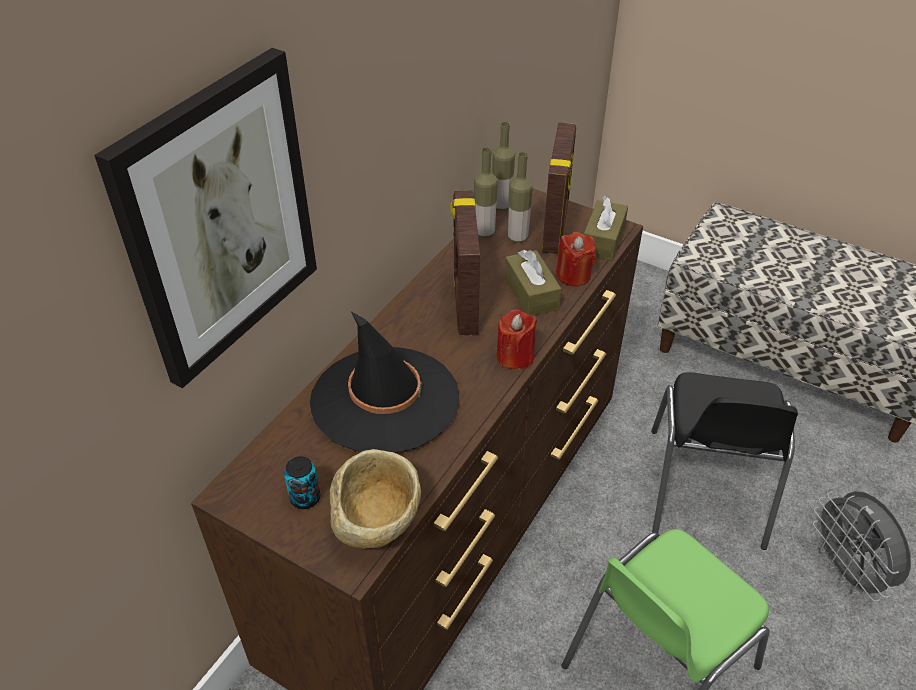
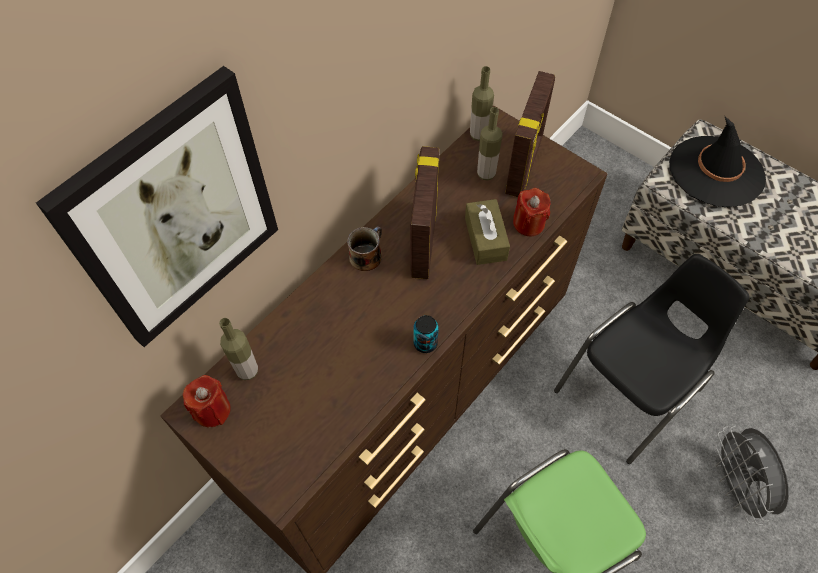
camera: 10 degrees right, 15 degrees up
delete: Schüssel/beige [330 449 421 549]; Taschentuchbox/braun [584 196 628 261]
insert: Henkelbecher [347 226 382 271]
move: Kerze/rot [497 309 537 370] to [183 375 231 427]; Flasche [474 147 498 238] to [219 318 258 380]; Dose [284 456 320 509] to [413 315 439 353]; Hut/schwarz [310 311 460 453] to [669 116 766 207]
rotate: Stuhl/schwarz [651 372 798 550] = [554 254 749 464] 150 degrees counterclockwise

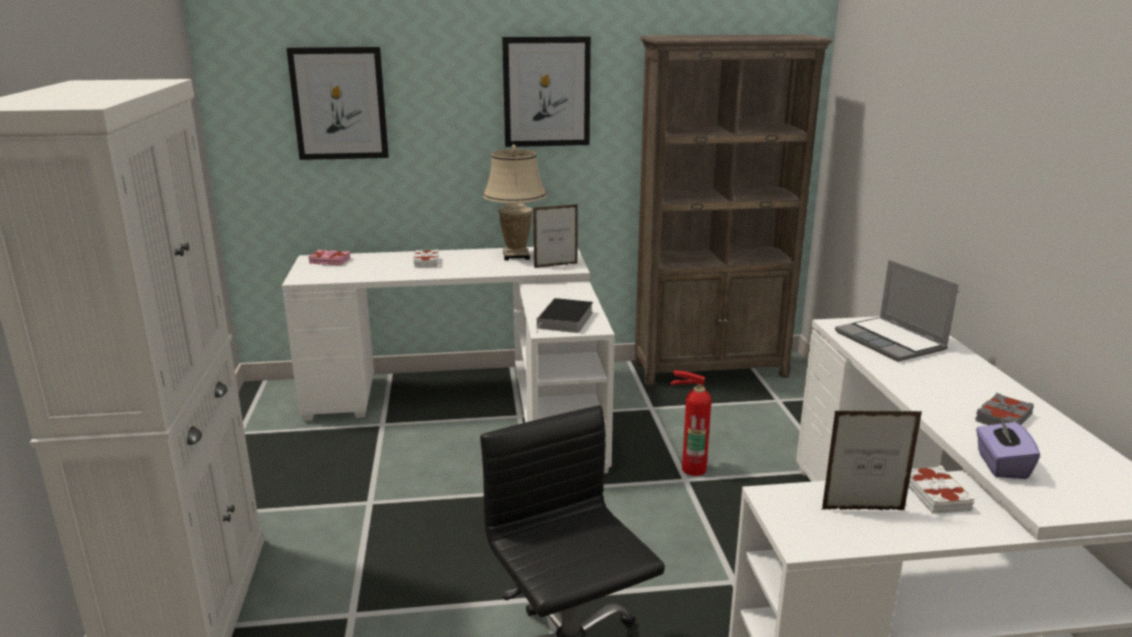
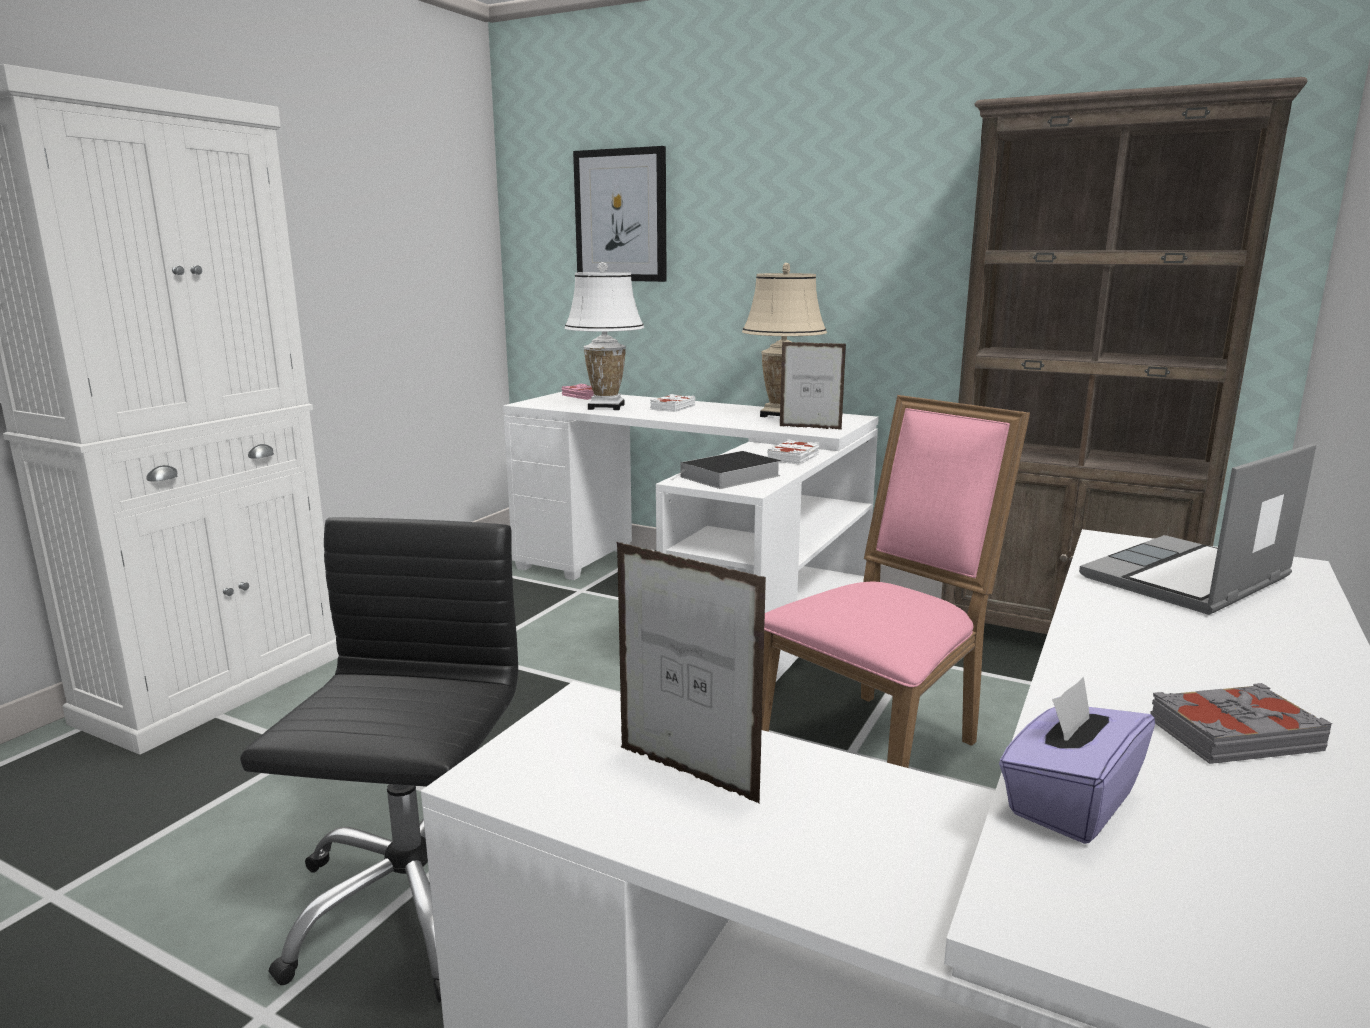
camera: 35 degrees right, 5 degrees down
delete: Bild [502 36 591 147]
insert: Tischlampe/weiß [564 262 644 410]
move: Buch/weiß [909 465 974 514] to [767 440 819 465]
replace: Feuerlöscher [671 370 711 476] to Stuhl/rosa [762 395 1030 768]
rotate: Laptop [835 260 959 362] = [1079 443 1316 615] 45 degrees clockwise

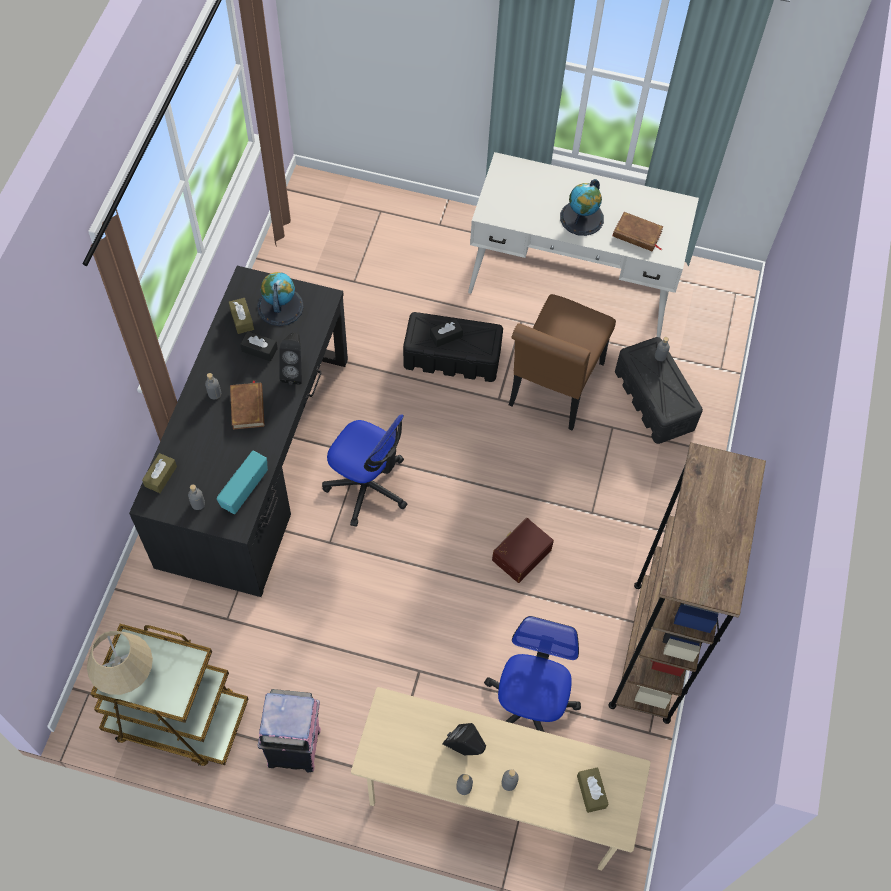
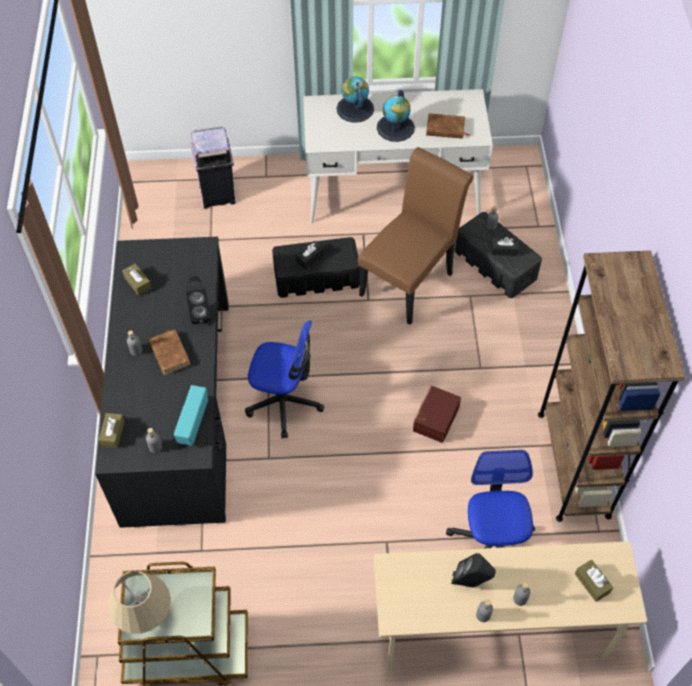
camera: 15 degrees left, 5 degrees down
move: Mülleimer/rosa [258 689 321 773] to [191 127 236 209]; Globus [257 272 304 326] to [336 76 374 123]; Taschentuchbox/schwarz [240 331 278 361] to [491 237 519 256]
rotate: Stuhl/braun [509 294 616 430] = [357 147 474 325] 150 degrees counterclockwise

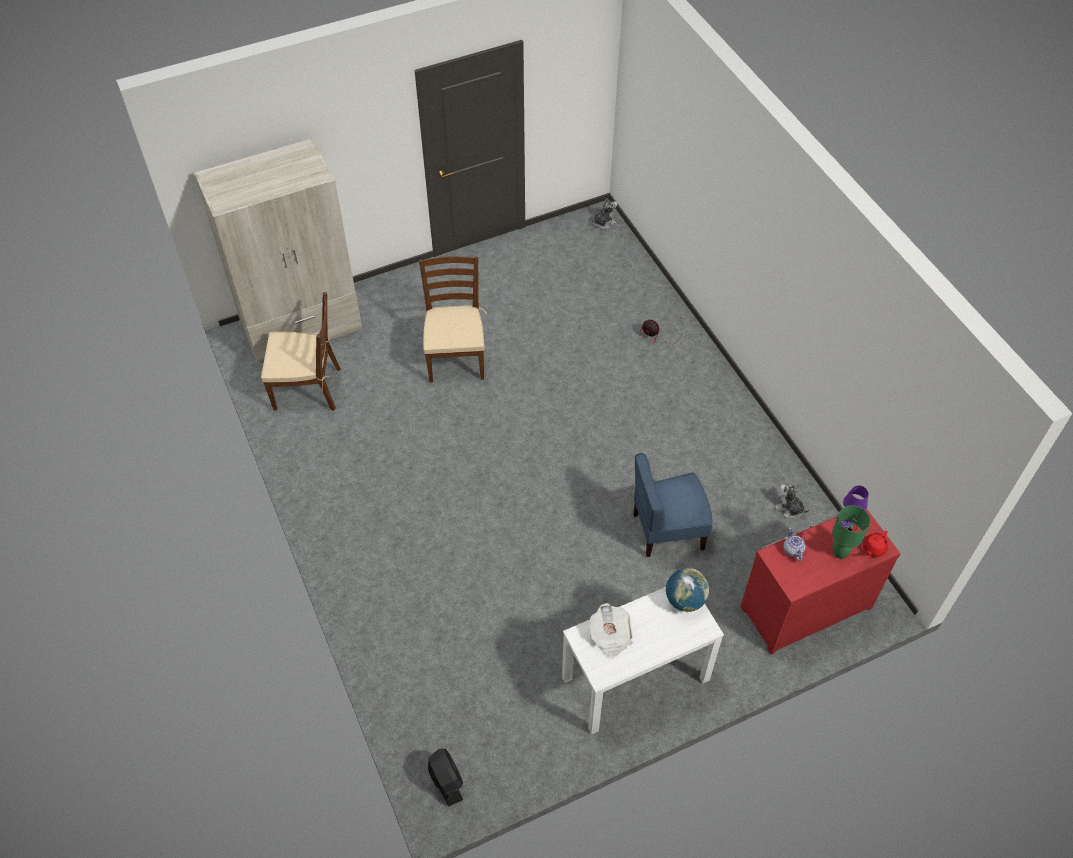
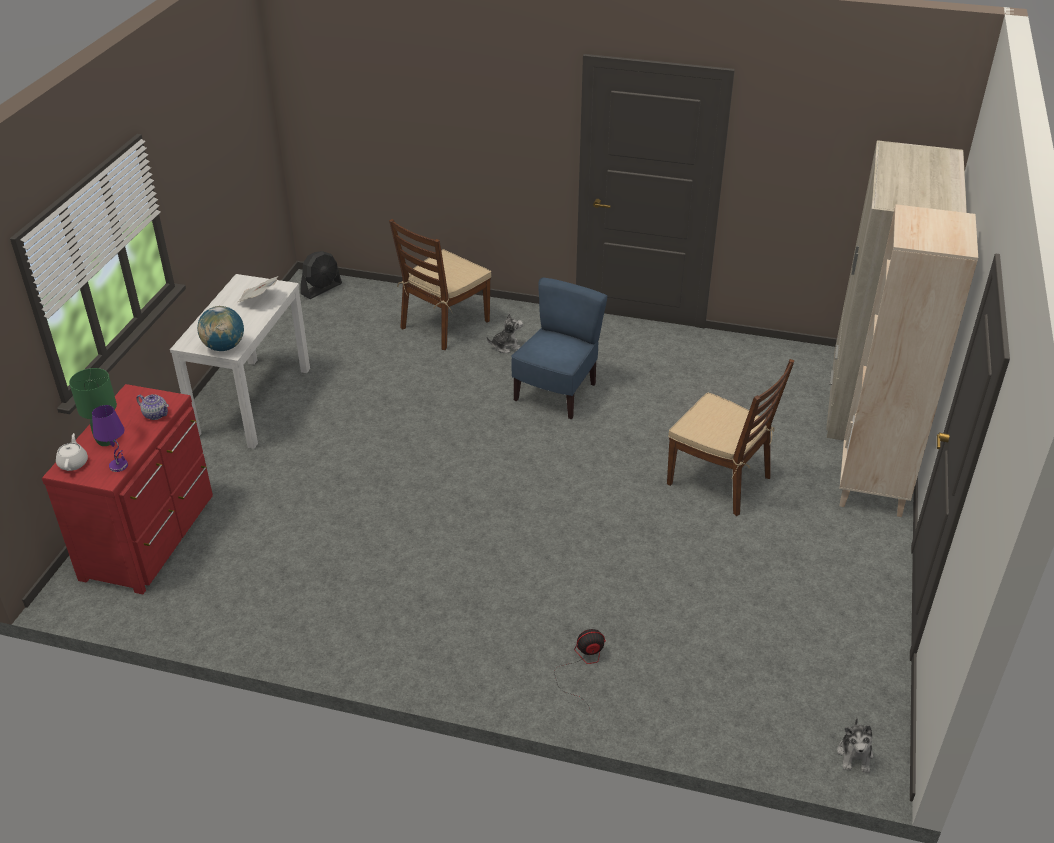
camera: 130 degrees right, 15 degrees down
insert: Bücherregal/beige [840 204 978 517]
move: Stuhl/braun [261 292 341 411] to [389 219 491 350]; Plüschtier [775 482 809 518] to [487 313 523 353]; Stuhl/blau [633 453 713 557] to [511 278 607 419]
recolor: Teekanne/rot [863 530 888 557] to Teekanne/weiß [56 433 88 471]
rotate: Ventilator/schwarz [428 749 463 807] = [300 251 342 299] 60 degrees counterclockwise

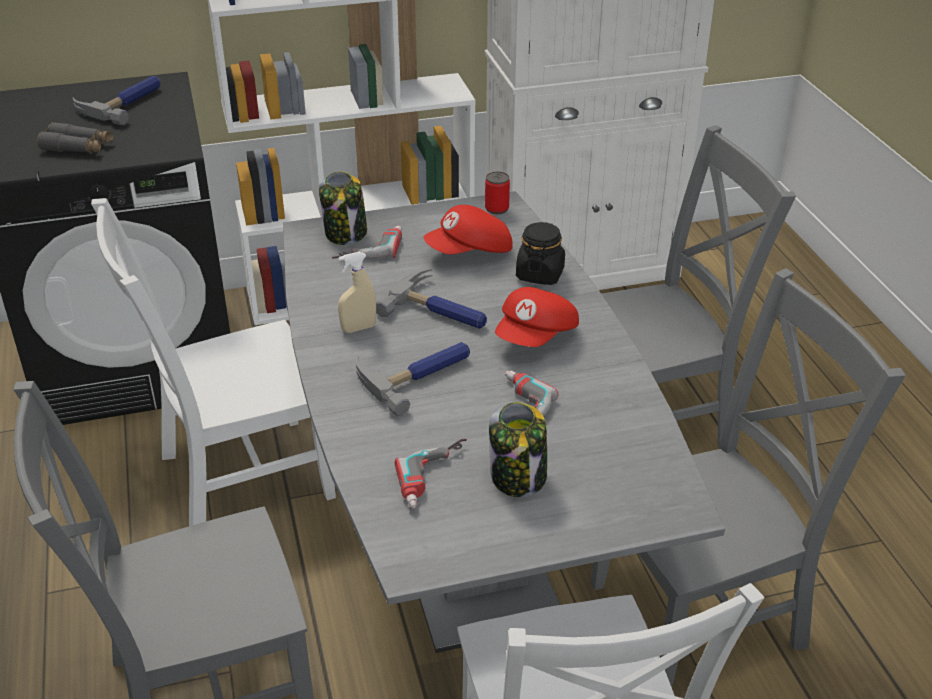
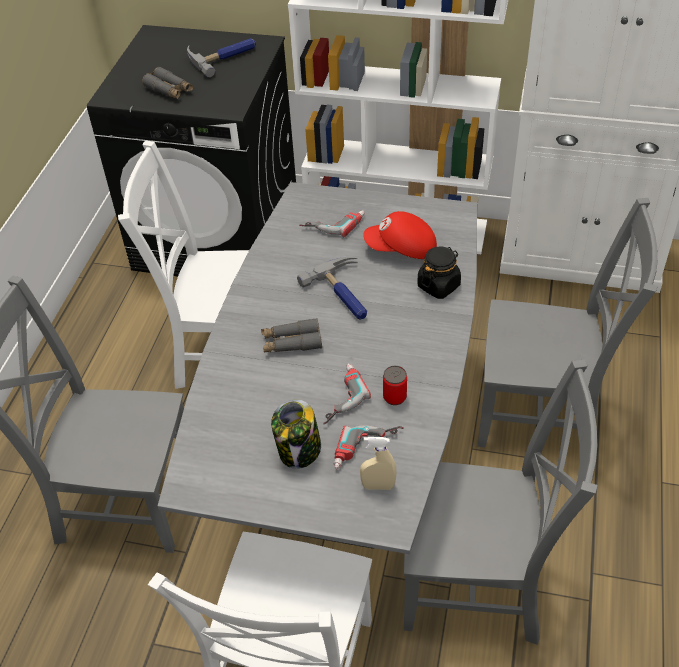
camera: 30 degrees right, 10 degrees up
delete: Vorratsglas [319 171 367 245]; Kappe/rot [495 287 579 347]
move: Bohrmaschine [395 439 467 509] to [334 425 404 469]; Sprühflasche/beige [338 252 376 333] to [360 437 397 490]; Dose [485 171 510 214] to [383 366 407 405]
replace: Hammer [356 342 470 416] to Fernglas/grau [261 318 322 352]

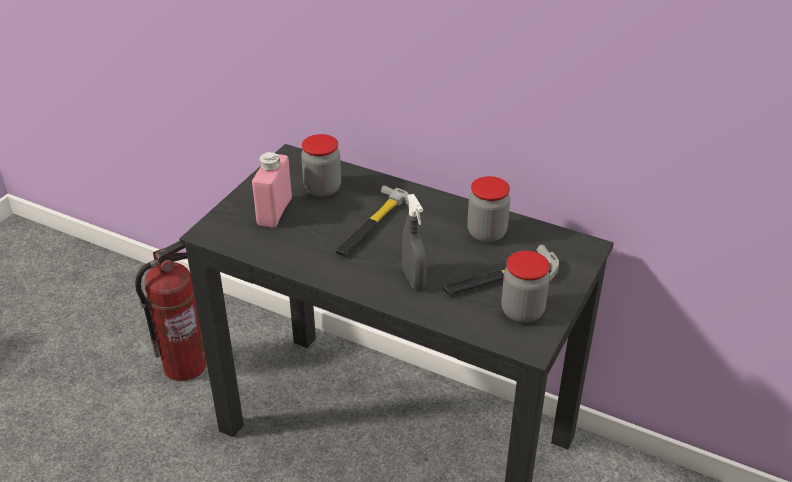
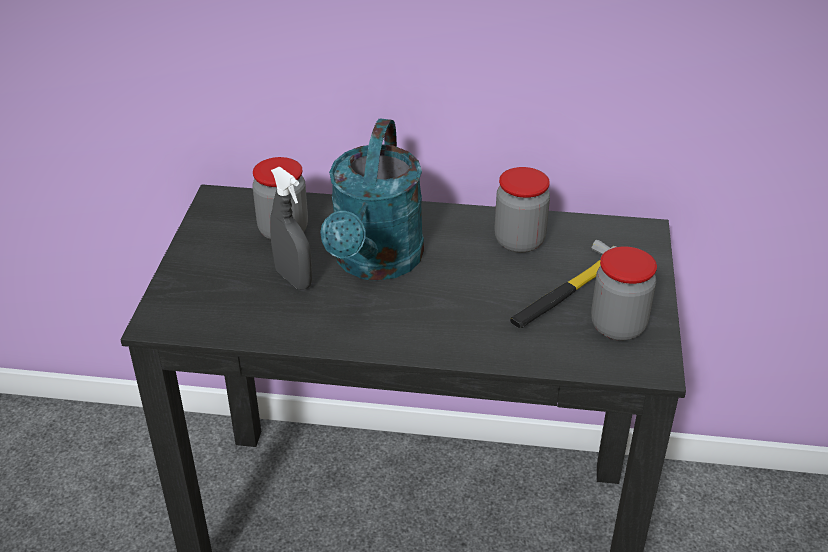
camera: 20 degrees left, 0 degrees up
delete: Feuerlöscher [135 241 207 381]; Flasche/rosa [252 152 292 228]
move: Sprühflasche/grau [402 194 427 290] to [270 166 312 290]
replace: Hammer [335 185 409 256] to Gießkanne/türkis [320 119 424 281]

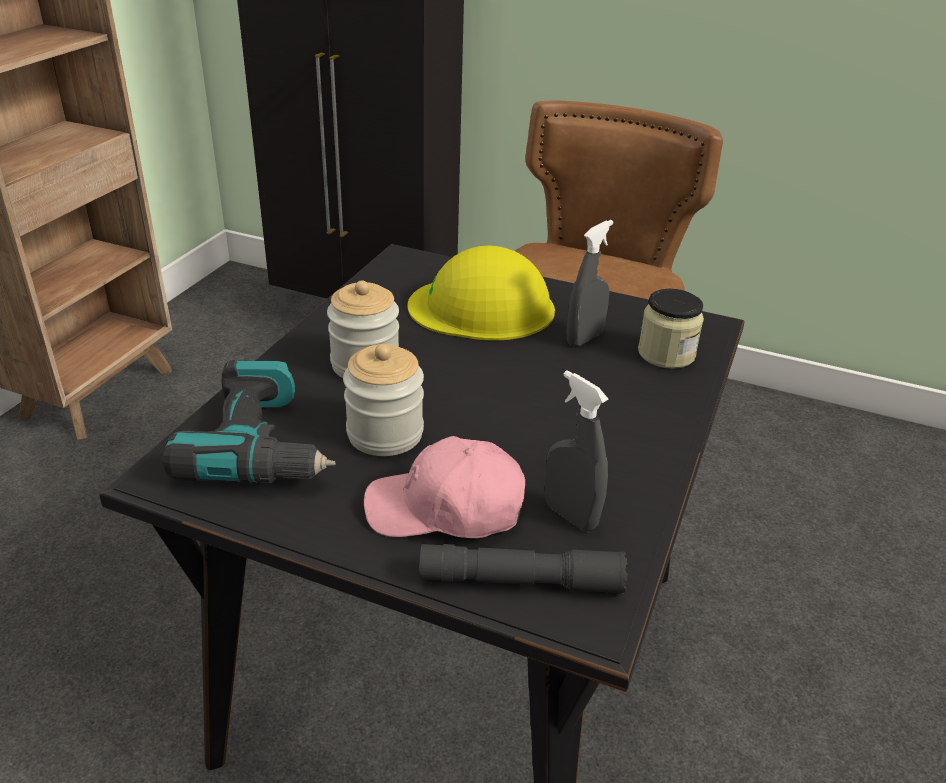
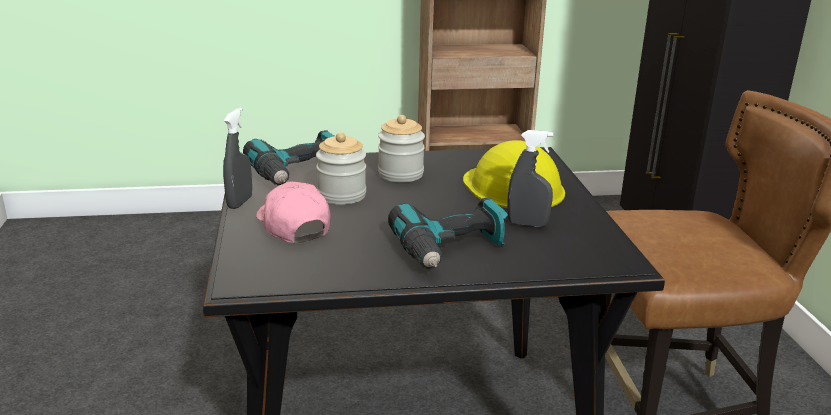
camera: 60 degrees right, 10 degrees down
delete: Taschenlampe/grau [419 544 627 594]; Vorratsglas [638 289 704 369]
insert: Bohrmaschine [388 197 508 269]
move: Sprühflasche/grau [545 370 608 531] to [223 108 252 209]

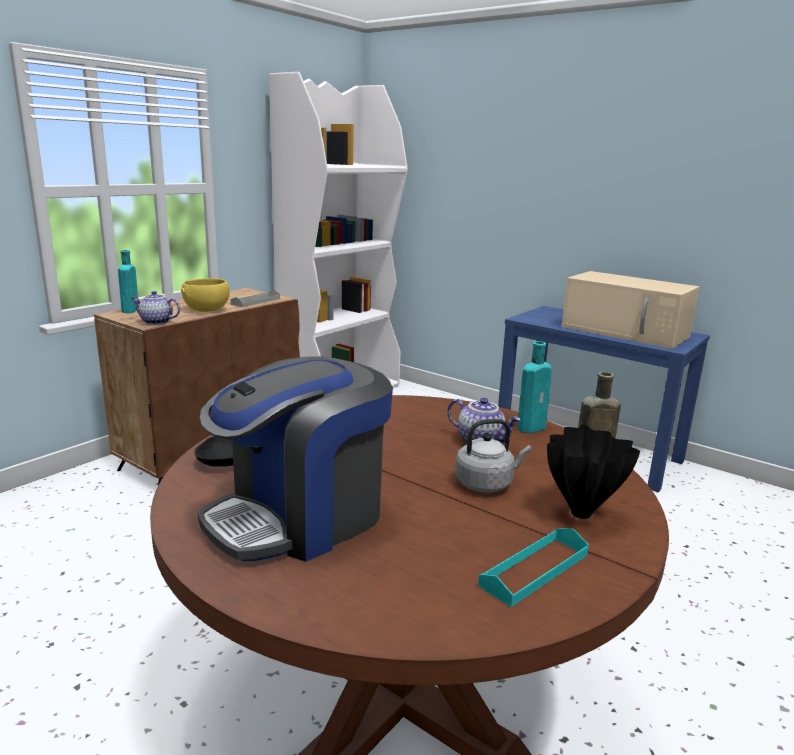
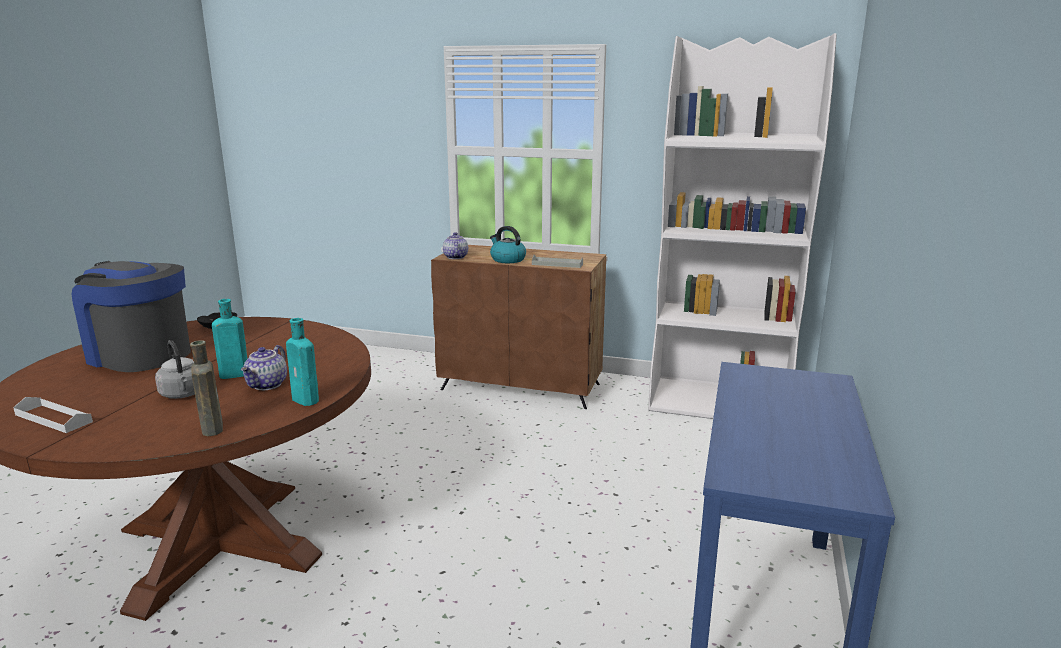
camera: 70 degrees right, 0 degrees up
delete: Vase/schwarz [547 424 640 519]; Mikrowelle/beige [561 271 699 349]
move: Flasche/türkis [118 250 138 313] to [212 299 248 379]
replace: Schüssel/gelb [181 278 230 312] to Wasserkessel [490 226 526 263]
recolor: Tablett/türkis [478 528 589 607] to Tablett/weiß [13 397 93 433]

